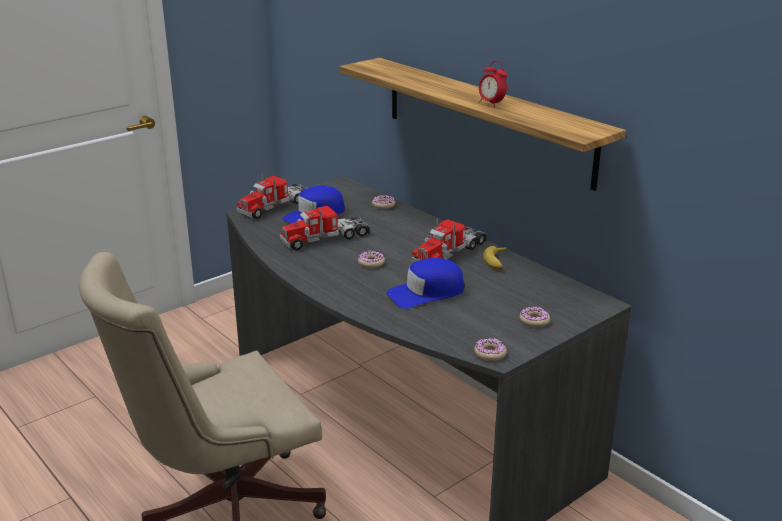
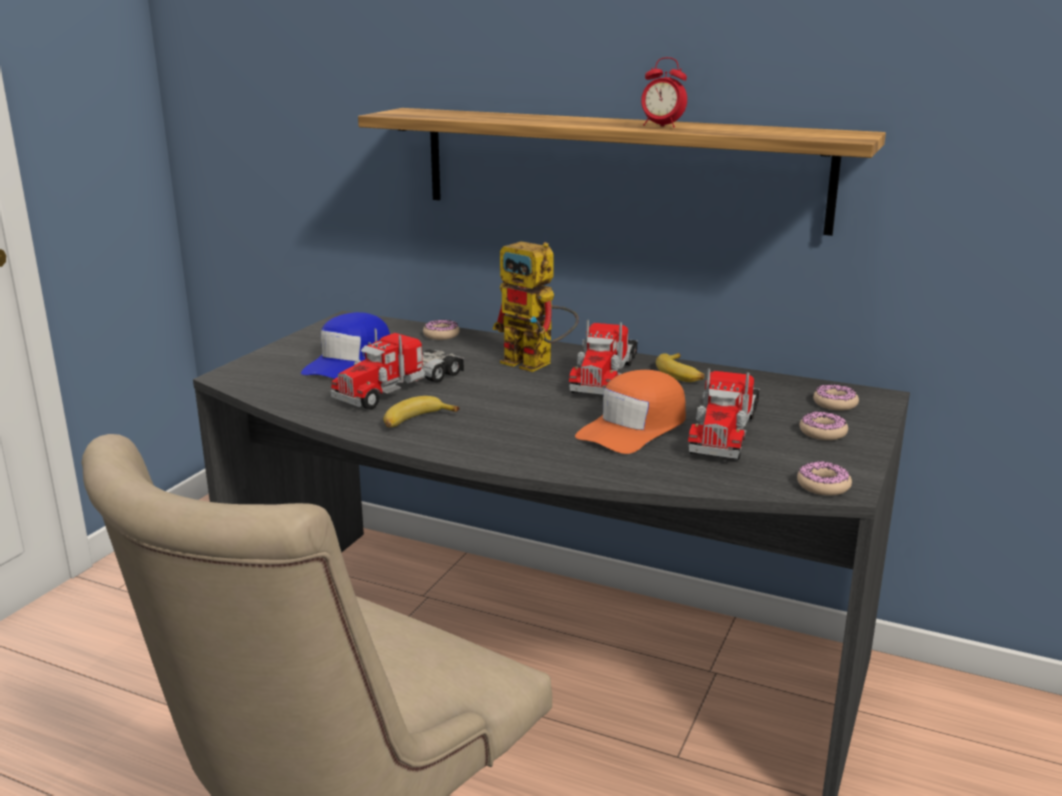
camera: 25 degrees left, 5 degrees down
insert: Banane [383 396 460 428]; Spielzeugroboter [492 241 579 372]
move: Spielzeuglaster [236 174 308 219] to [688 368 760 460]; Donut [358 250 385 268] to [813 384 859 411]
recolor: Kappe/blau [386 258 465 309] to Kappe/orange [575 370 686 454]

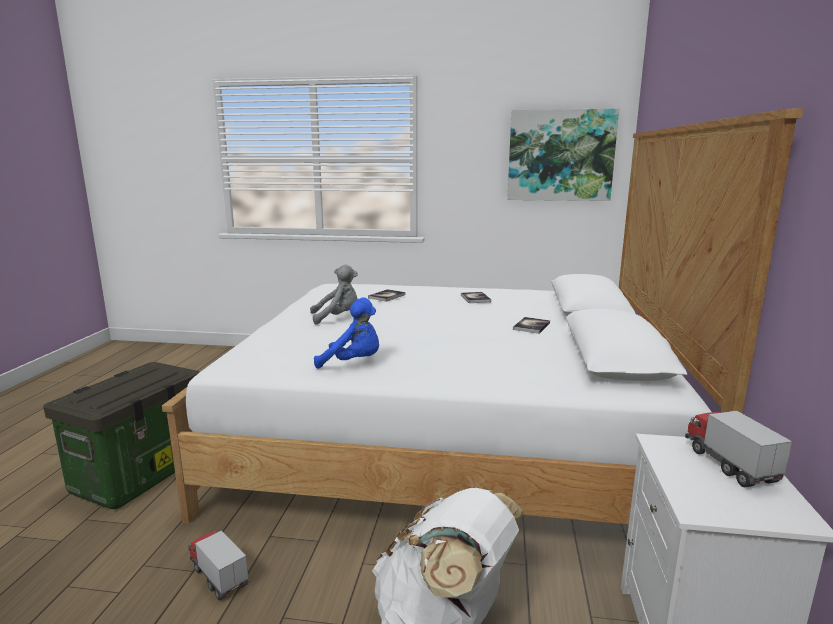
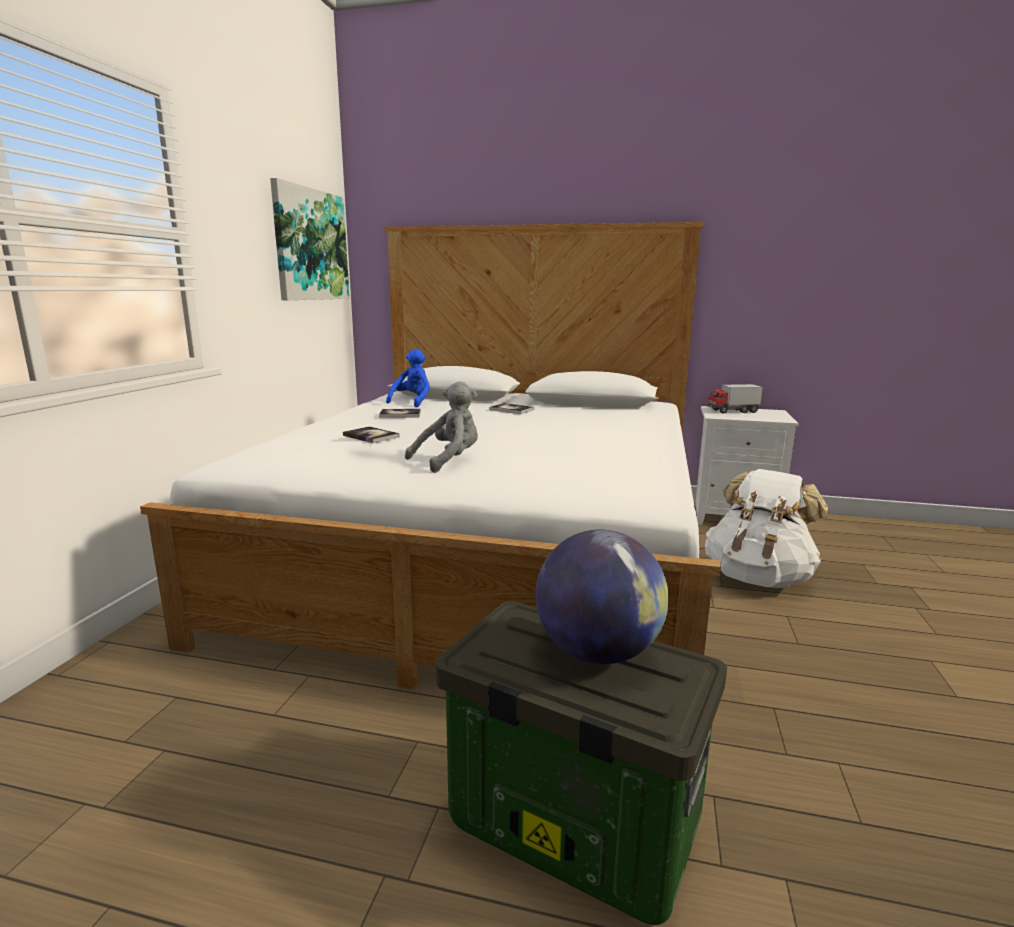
camera: 85 degrees left, 0 degrees up
delete: Spielzeuglaster [188 530 249 601]
insert: Globus [536 530 669 664]
move: Plüschtier/blau [314 297 379 369] to [386 349 430 408]
rotate: Plüschtier/grau [310 265 358 325] = [405 381 478 473] 60 degrees clockwise

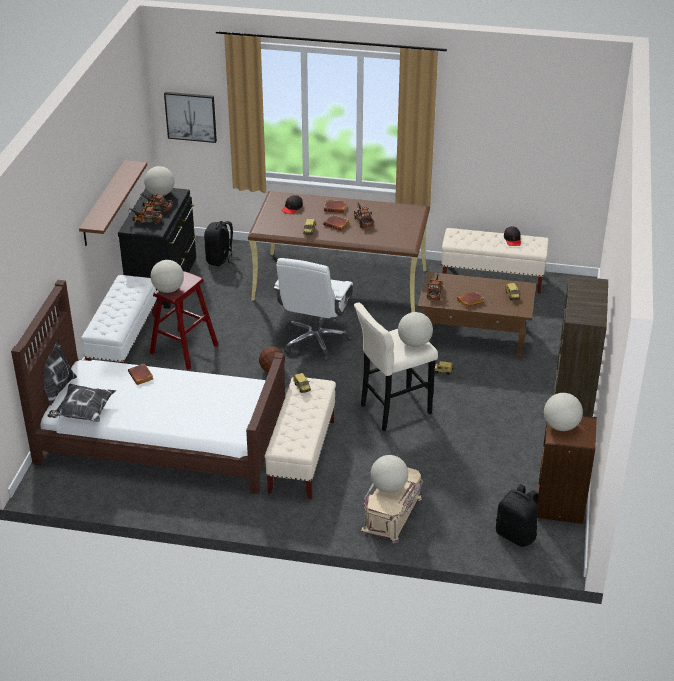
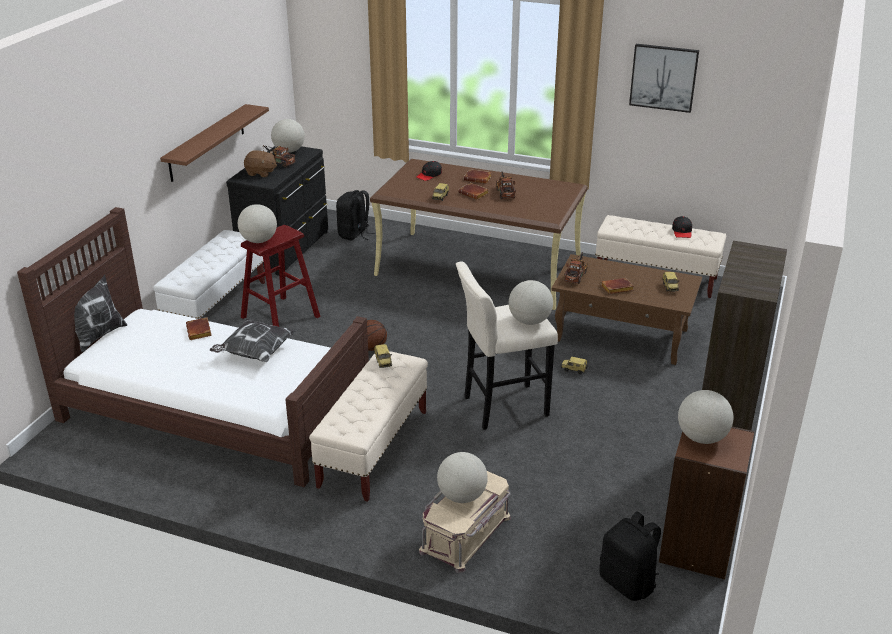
camera: 10 degrees right, 5 degrees down
delete: Bürostuhl/weiß [274 258 353 361]
move: Kissen [47 384 116 422] to [210 319 297 362]; Bild [164 92 217 143] to [629 44 699 113]
replace: Spielzeuglaster [129 206 162 225] to Plüschtier/braun [244 150 277 177]

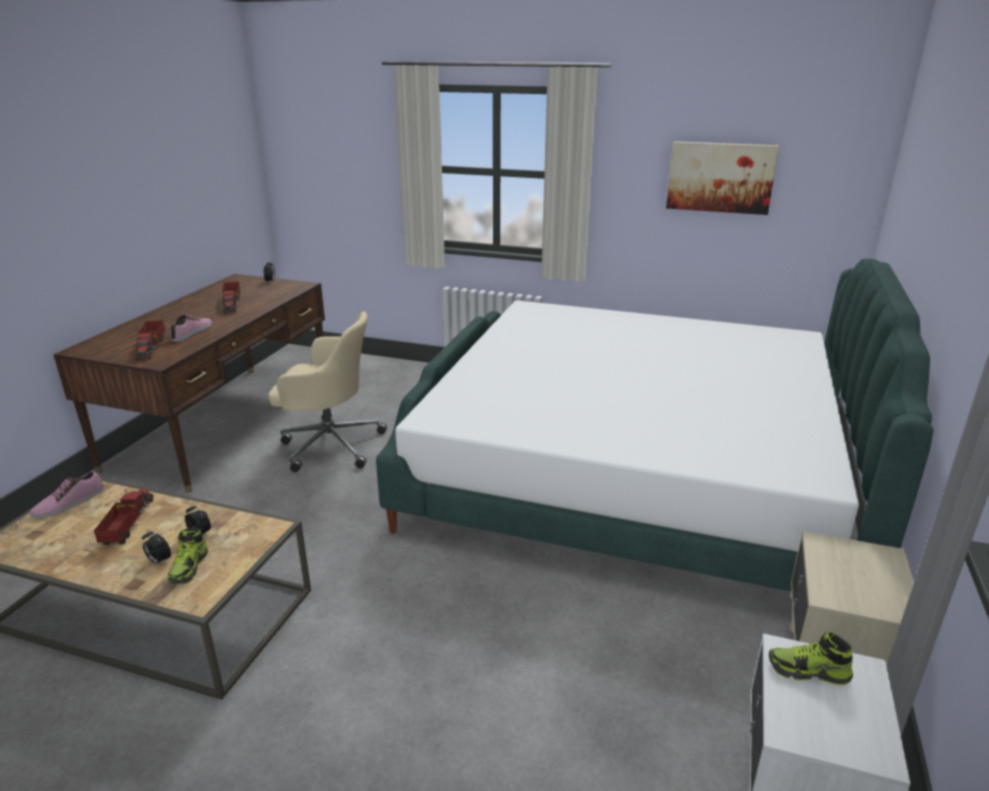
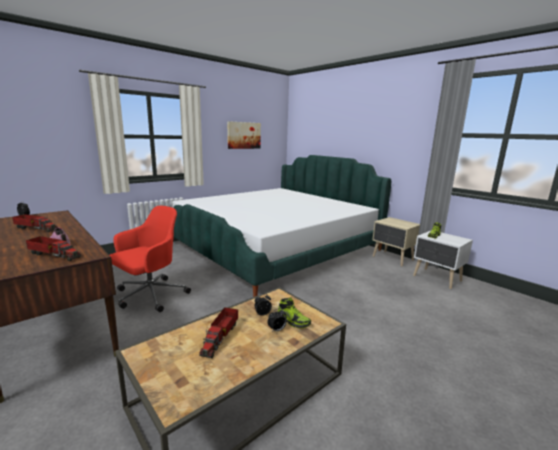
camera: 60 degrees left, 10 degrees down
delete: Schuh [30 471 104 518]
recolor: Bürostuhl/beige [269 311 387 472] to Bürostuhl/rot [110 206 191 312]
rotate: Spielzeuglaster [94 488 154 545] = [199 307 238 358] 105 degrees counterclockwise

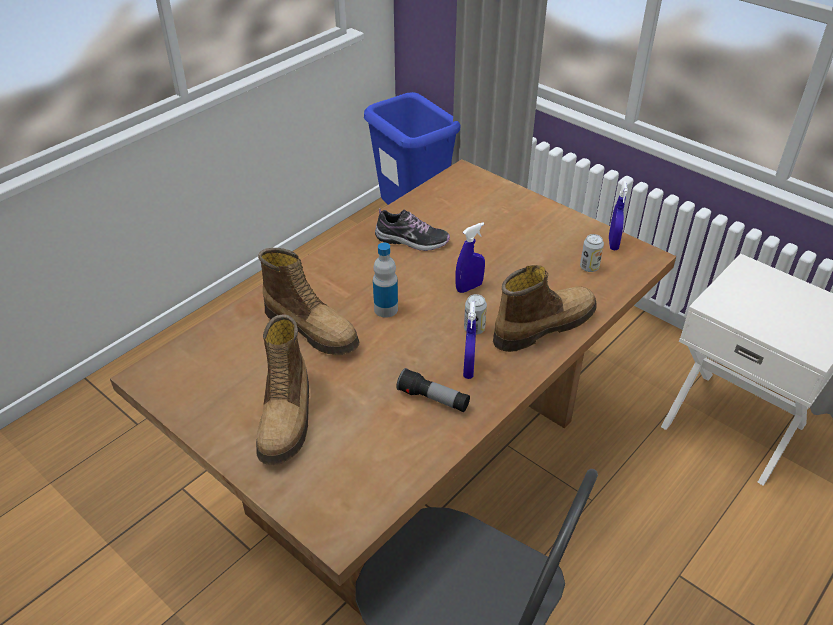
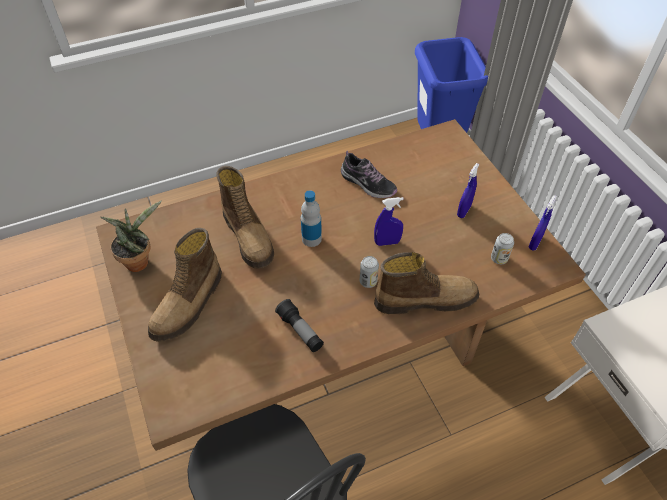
camera: 25 degrees right, 10 degrees up
insert: Topfpflanze [100 201 162 272]
move: Sprühflasche/blau [463 302 476 379] to [457 163 480 218]

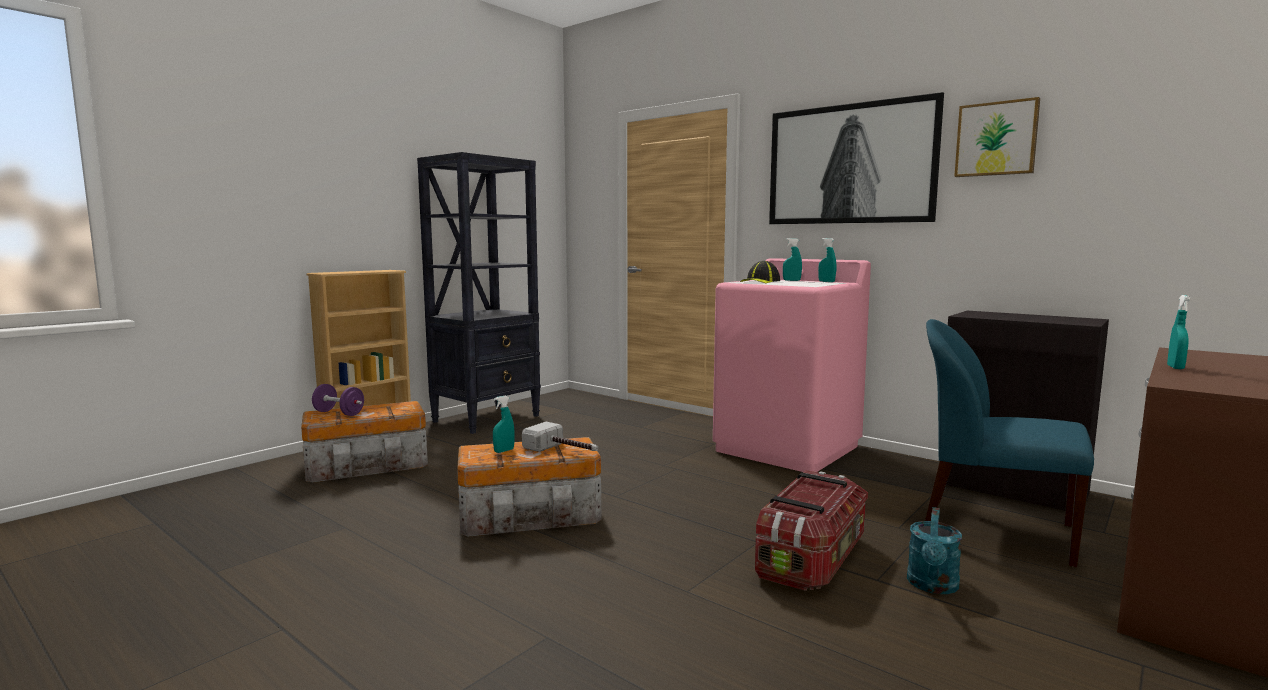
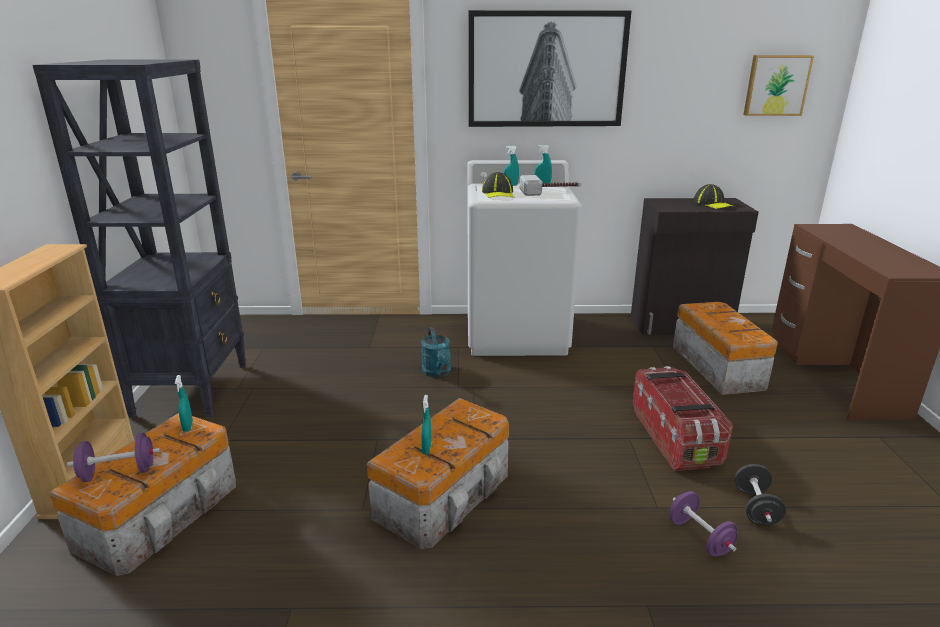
camera: 40 degrees left, 15 degrees up
insert: Hantel/lila [669 491 738 557]; Kappe [693 184 736 209]; Hantel/schwarz [734 464 786 526]
move: Sprühflasche/türkis [1167 295 1190 369] to [175 375 193 432]; Gießkanne/türkis [907 507 962 594] to [421 327 451 378]; Hammer [522 422 598 452] to [520 175 581 196]; Bild [954 97 1040 177] to [743 55 814 116]
replace: Stuhl/blau [925 319 1094 567] to Aufbewahrungsbox [673 302 778 395]
recolor: Waschmaschine/rosa [713 258 871 472] to Waschmaschine/weiß [468 160 582 356]

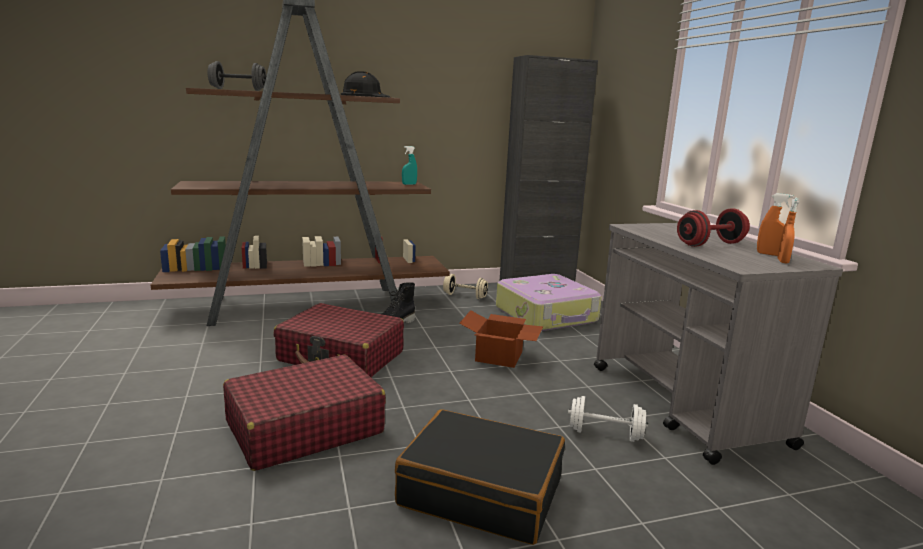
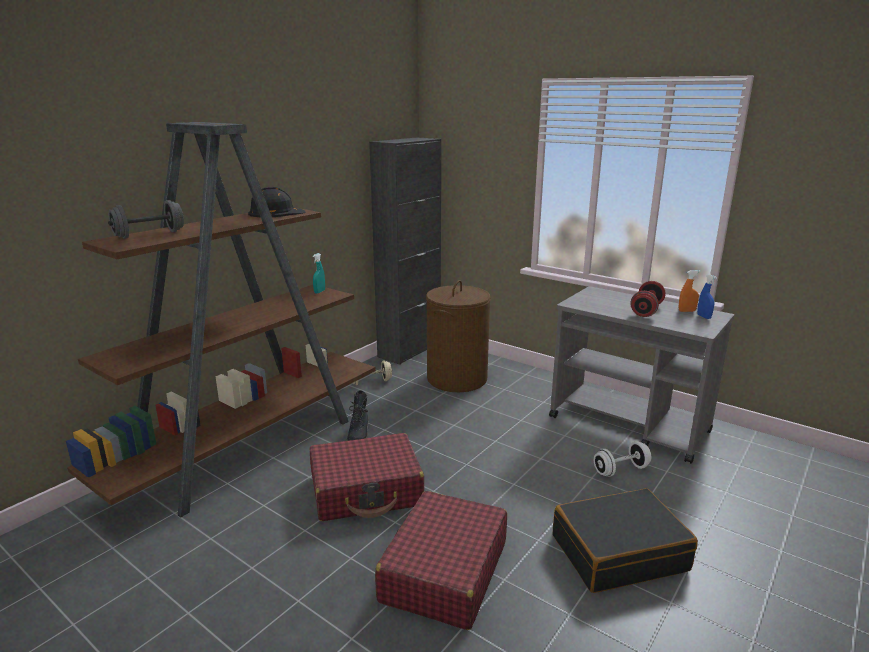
camera: 35 degrees left, 5 degrees up
delete: Karton [459 310 543 368]
replace: Koffer [496 274 602 331] to Wäschekorb/braun [426 280 491 392]
recolor: Sprühflasche/orange [777 197 799 264] to Sprühflasche/blau [697 274 717 319]

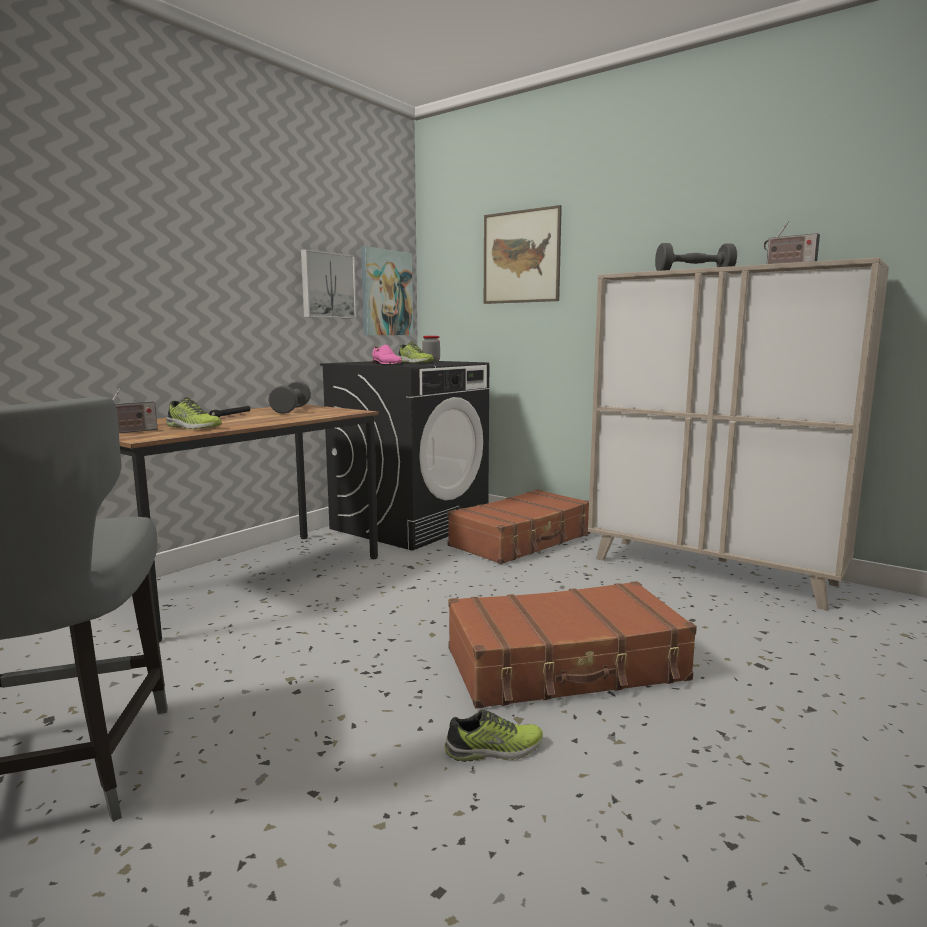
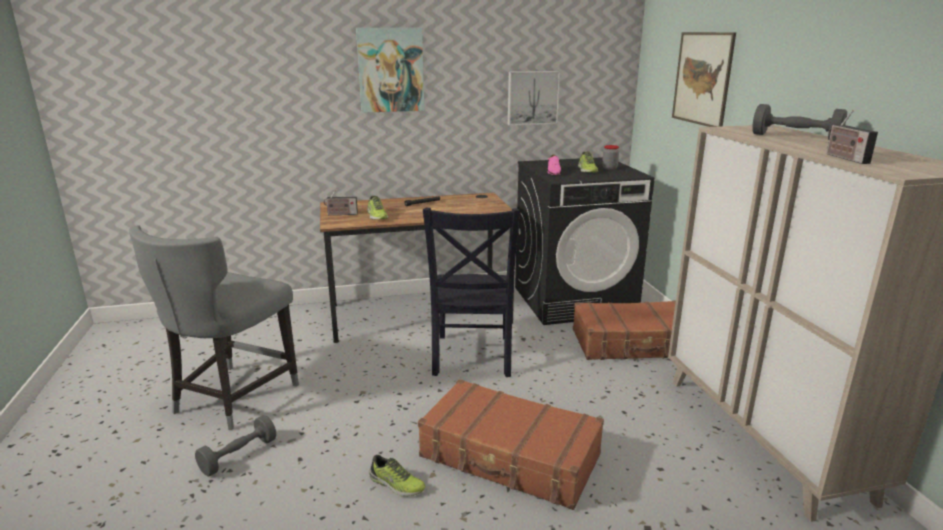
camera: 40 degrees right, 10 degrees up
insert: Stuhl/schwarz [423 207 520 377]
move: Hantel/grau [268 381 311 414] to [195 415 276 476]; Bild [361 246 413 335] to [356 28 424 113]

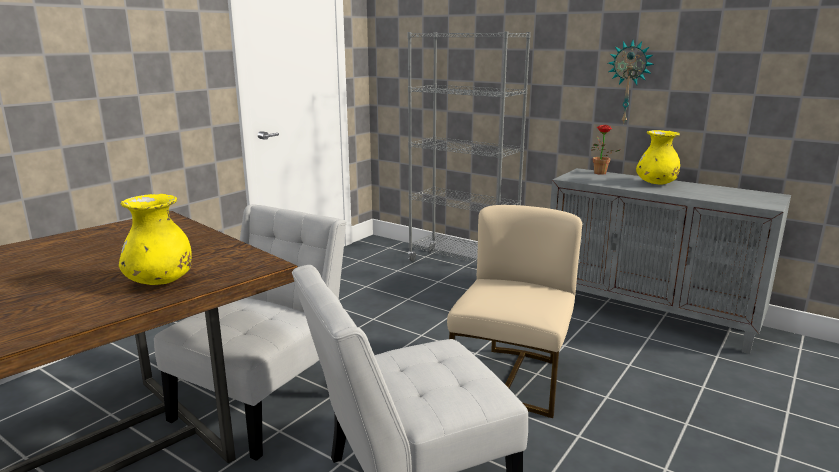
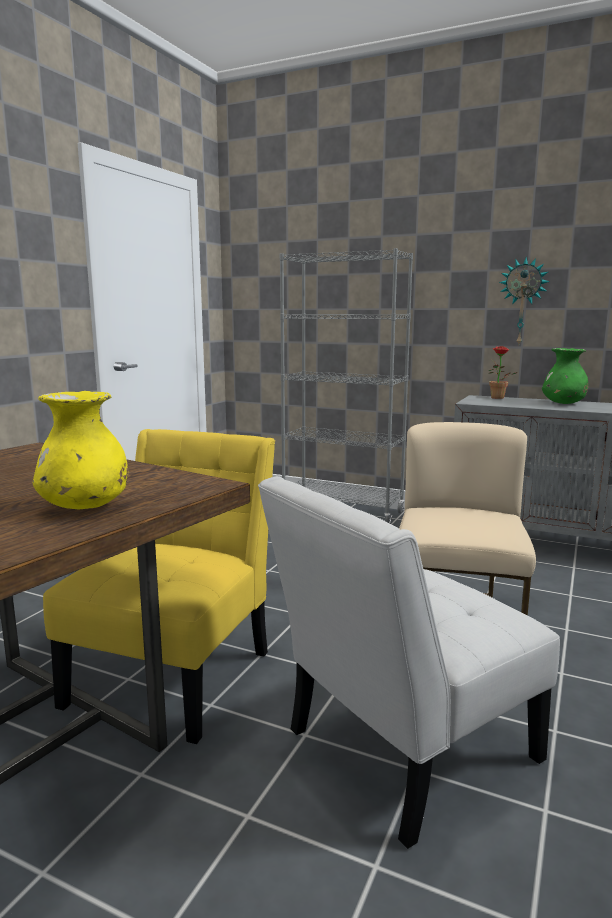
camera: 10 degrees left, 5 degrees down
recolor: Stuhl/weiß [154 204 346 461] to Stuhl/gelb [43 429 275 744]; Vase/gelb [636 130 680 185] to Vase/grün [542 348 588 404]

